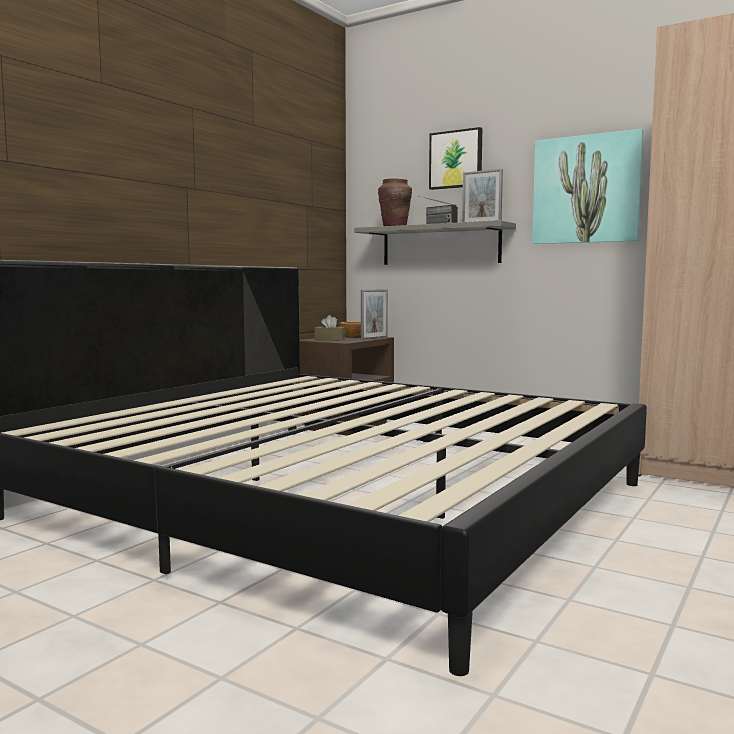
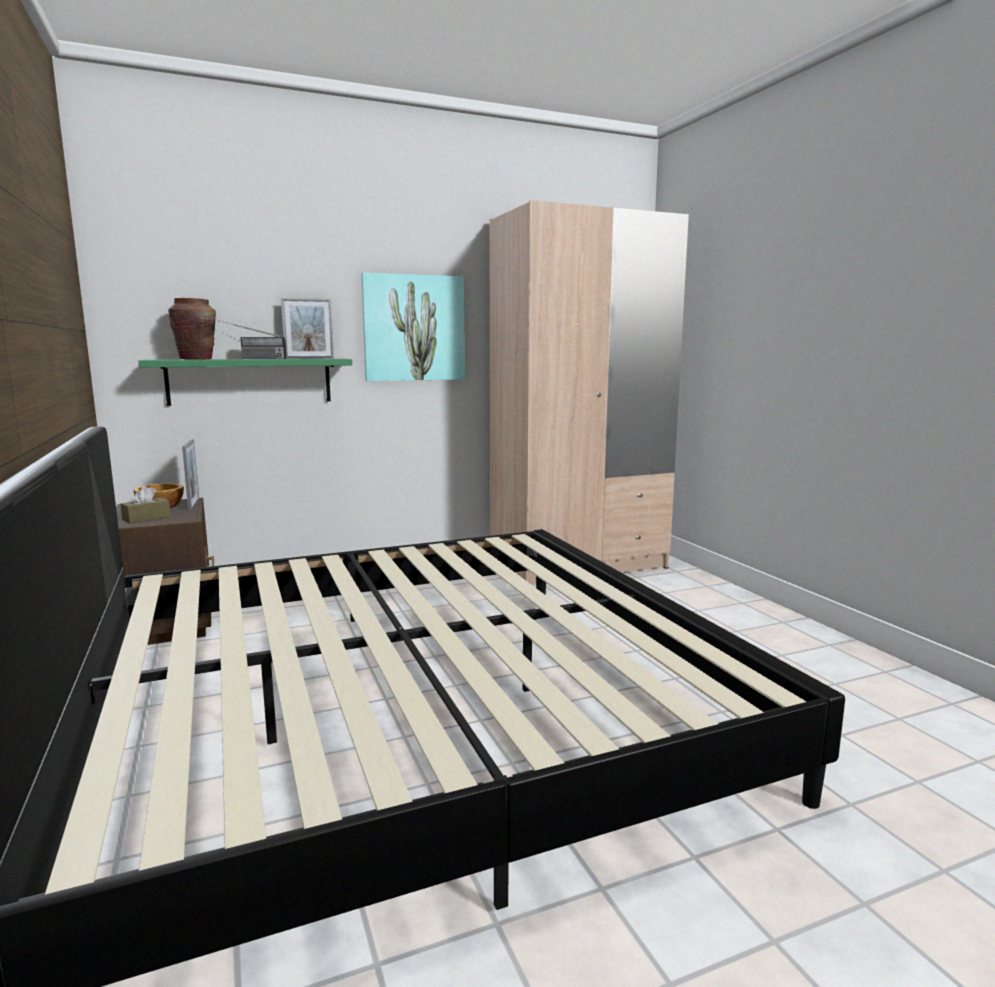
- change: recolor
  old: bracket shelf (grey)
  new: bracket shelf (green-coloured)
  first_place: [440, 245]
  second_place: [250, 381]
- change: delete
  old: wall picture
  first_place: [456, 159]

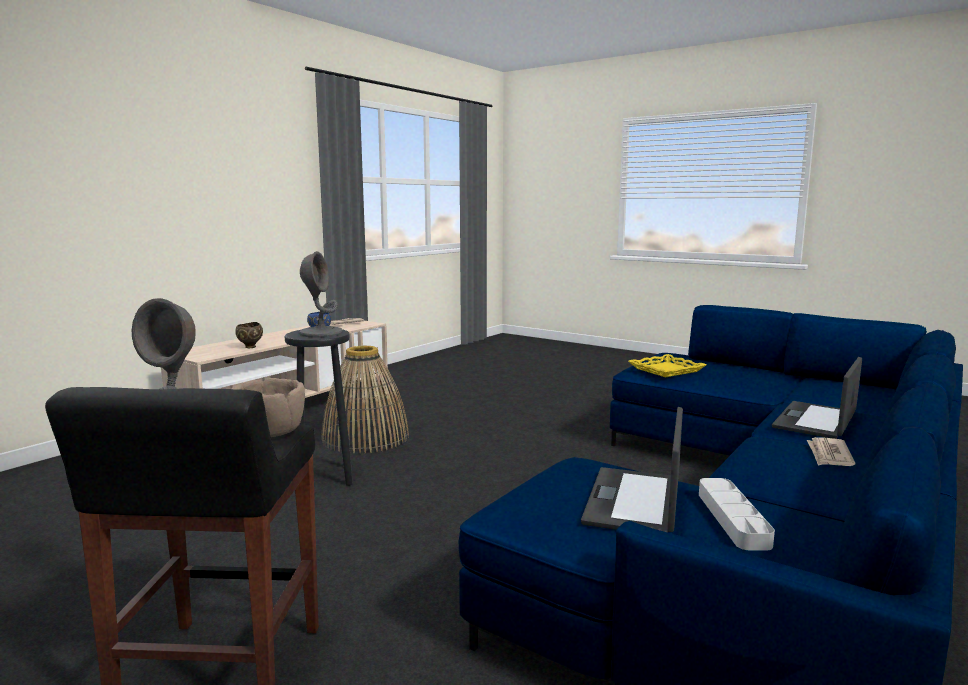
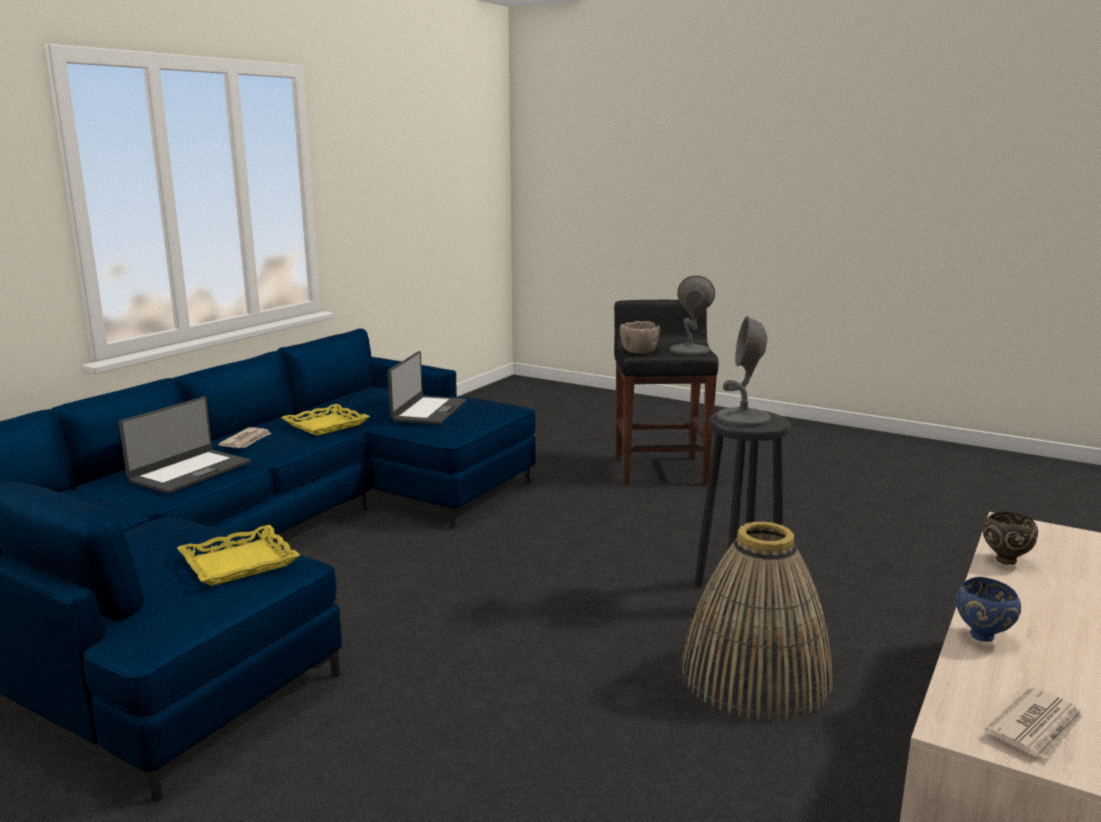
- change: delete
  old: tray (grey)
  first_place: [732, 518]
- change: insert
  new: tray (yellow)
  second_place: [326, 425]

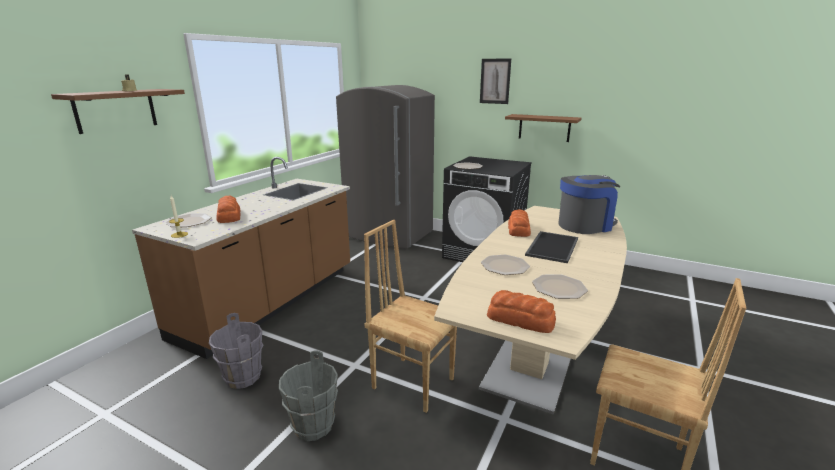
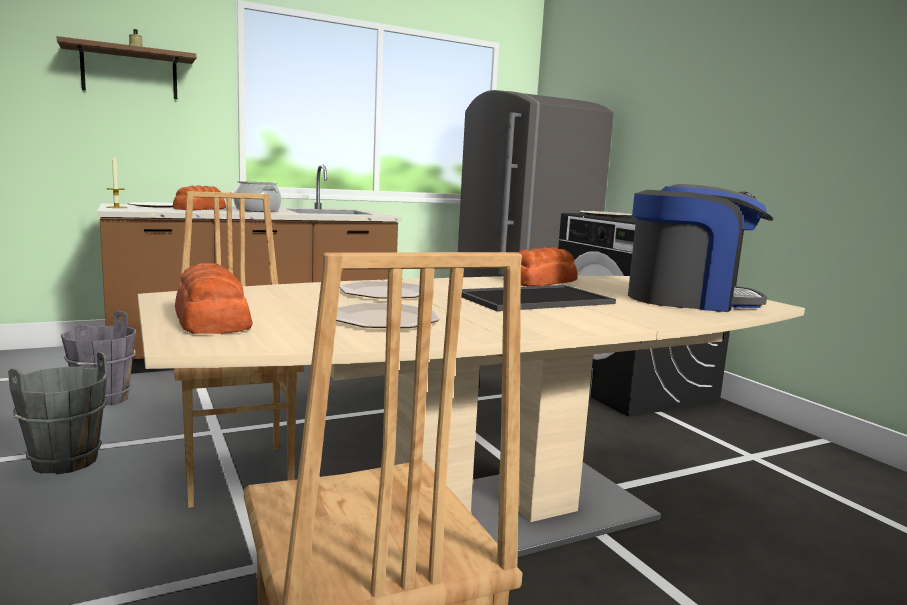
- change: delete
  old: wall picture
  first_place: [495, 81]
- change: delete
  old: bracket shelf (brown)
  first_place: [544, 128]
- change: insert
  new: saucepot
  second_place: [258, 210]

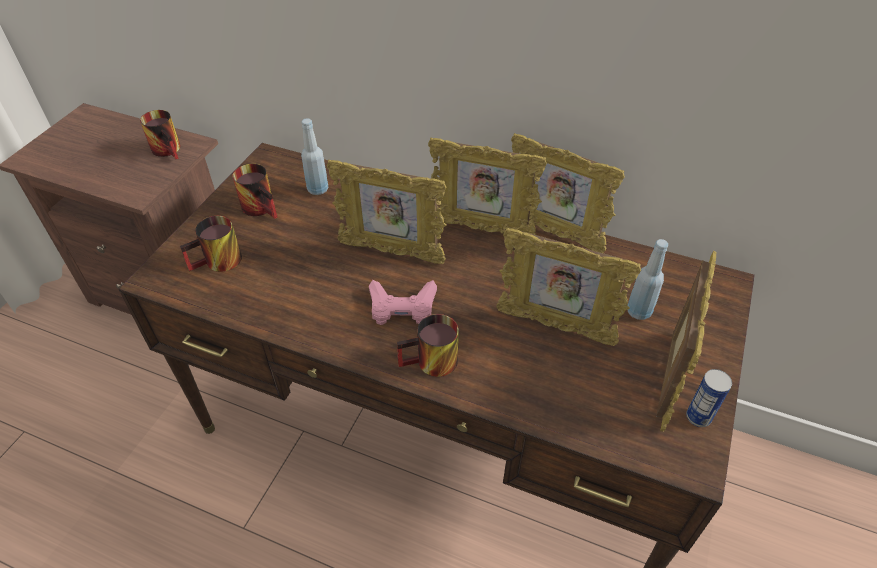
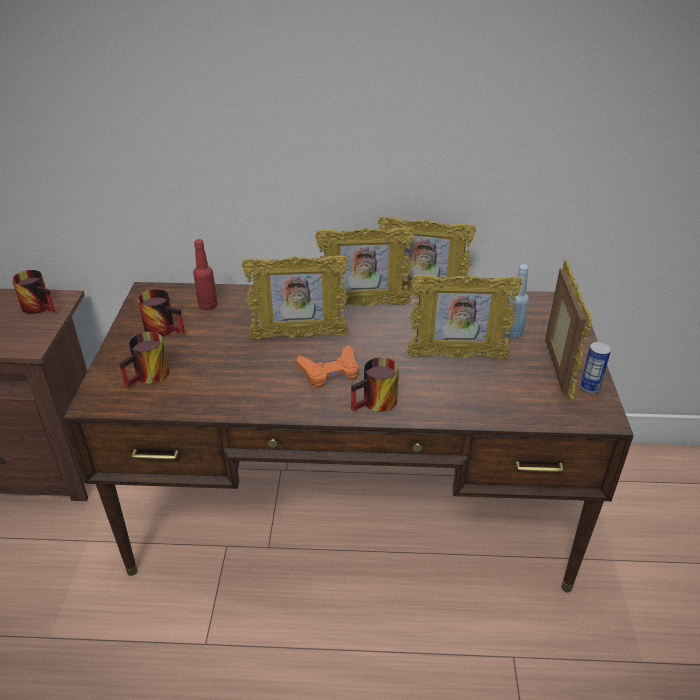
- change: recolor
  old: beverage bottle (blue)
  new: beverage bottle (red)
  first_place: [318, 189]
  second_place: [208, 306]
- change: recolor
  old: gamepad (pink-coloured)
  new: gamepad (orangey)
  first_place: [402, 307]
  second_place: [330, 372]

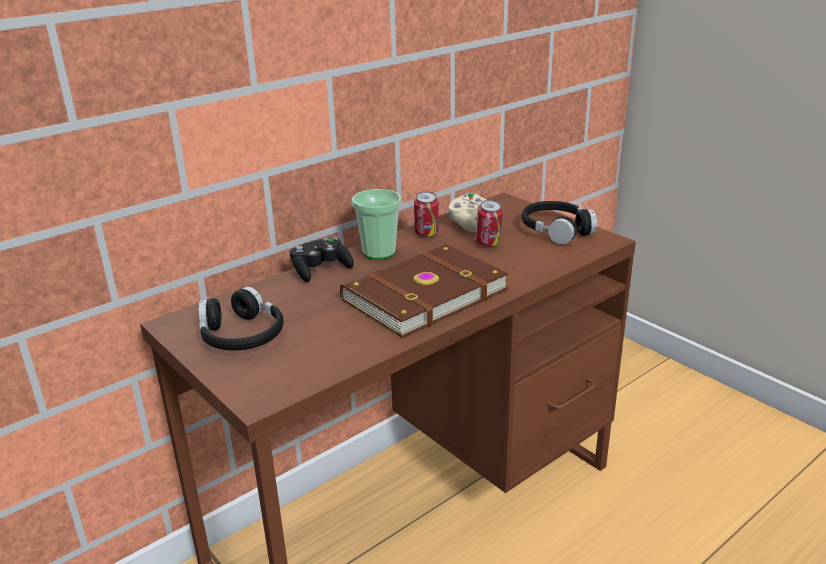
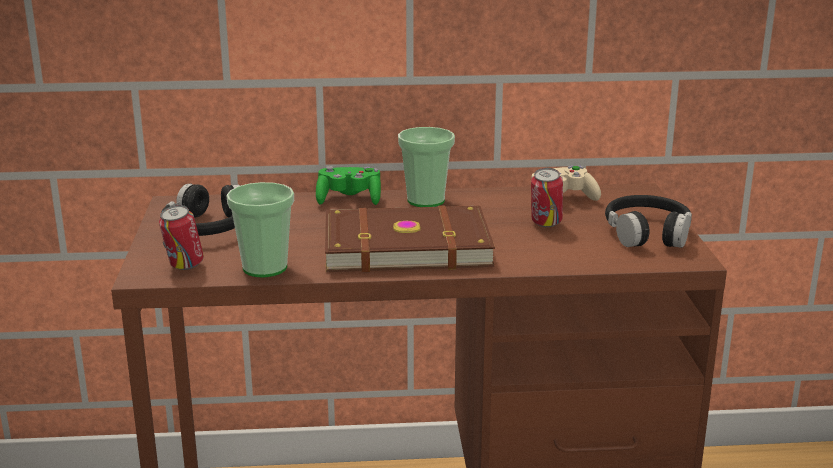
- change: recolor
  old: gamepad (blackish)
  new: gamepad (green-coloured)
  first_place: [321, 270]
  second_place: [349, 200]
- change: move
  old: metal can
  first_place: [426, 235]
  second_place: [184, 267]
- change: insert
  new: cup
  second_place: [265, 268]

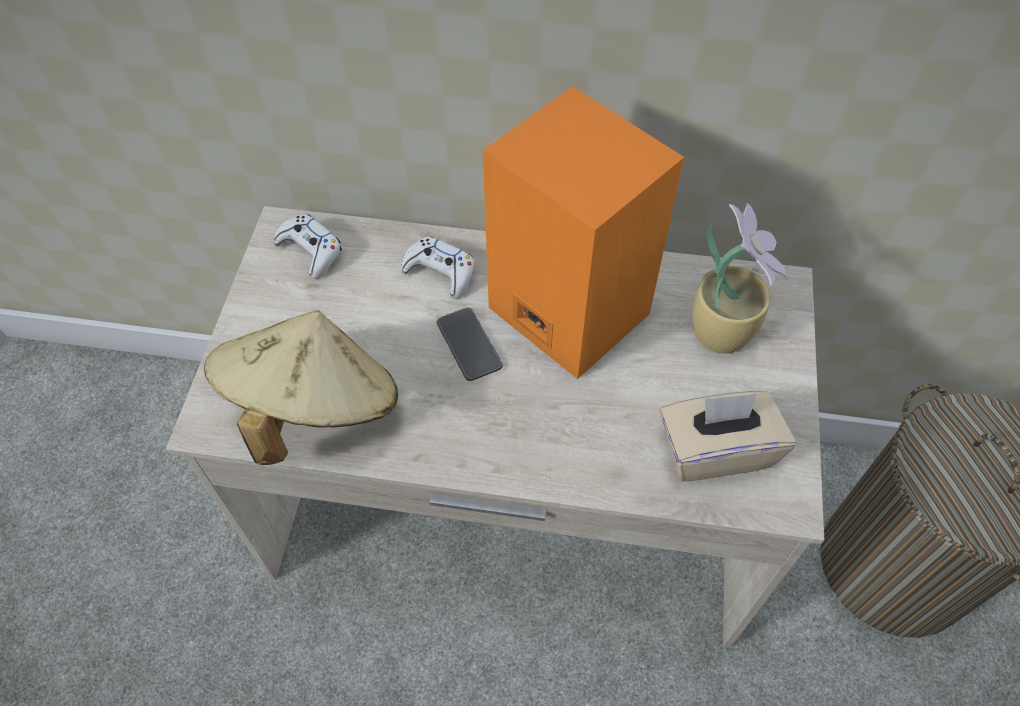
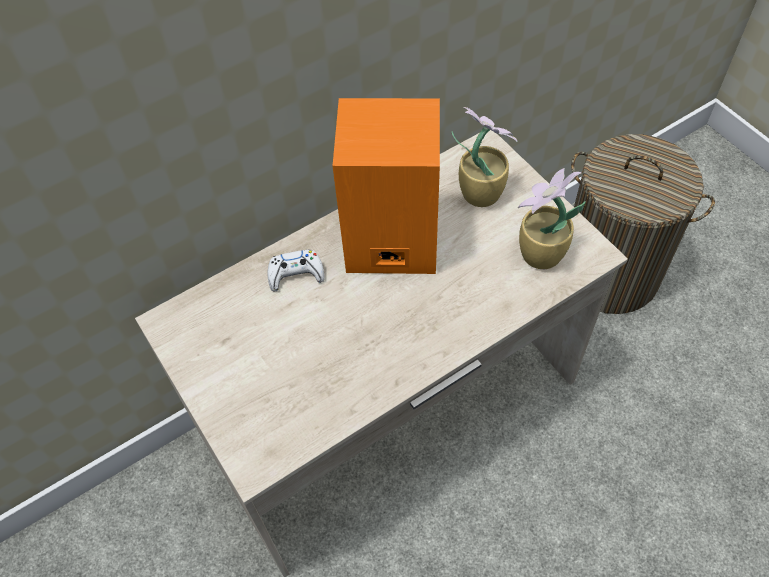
- change: delete
  old: clothing hat (sand-coloured)
  first_place: [314, 408]
- change: delete
  old: gamepad (white)
  first_place: [310, 251]
- change: delete
  old: phone
  first_place: [469, 344]
- change: replace
  old: tissue box (sand-coloured)
  new: potted plant
  first_place: [715, 450]
  second_place: [539, 255]

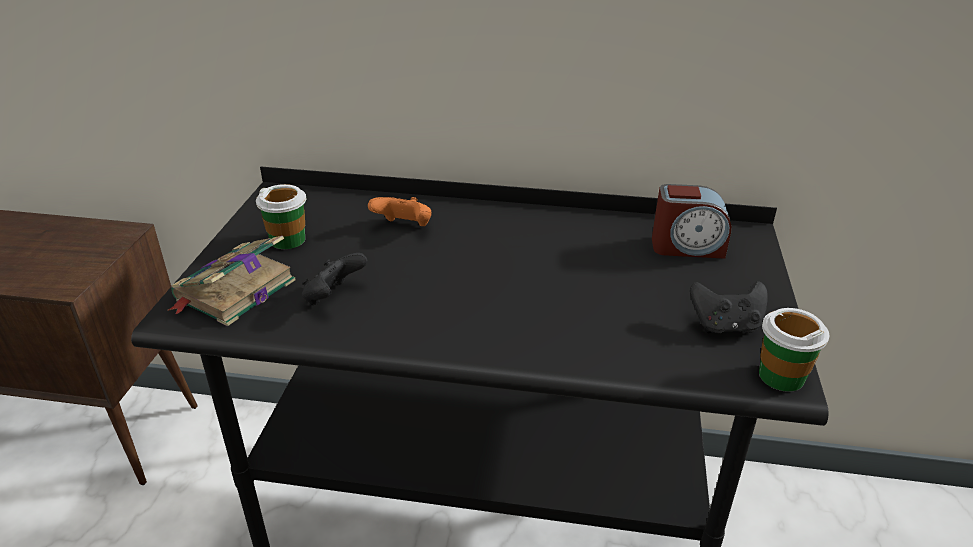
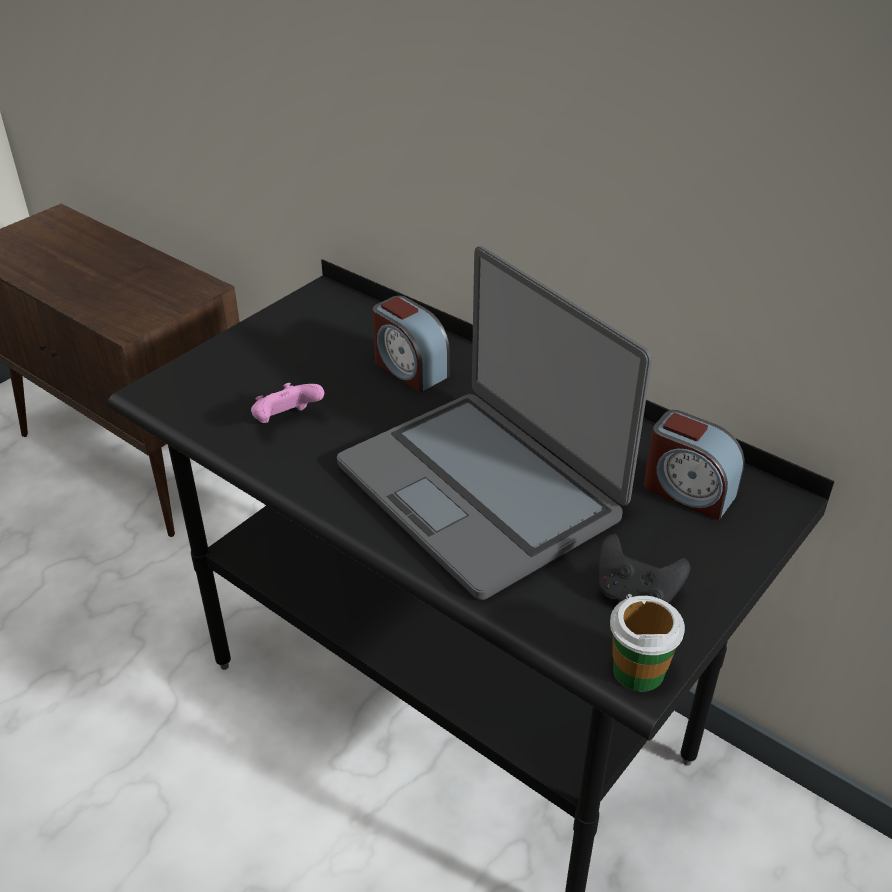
- change: delete
  old: book
  first_place: [233, 291]
- change: delete
  old: cup
  first_place: [288, 240]
- change: recolor
  old: gamepad (blackish)
  new: gamepad (pink-coloured)
  first_place: [333, 297]
  second_place: [286, 421]
- change: replace
  old: gamepad (orangey)
  new: bedside clock
  first_place: [404, 228]
  second_place: [409, 369]
- change: insert
  new: notebook computer
  second_place: [481, 490]

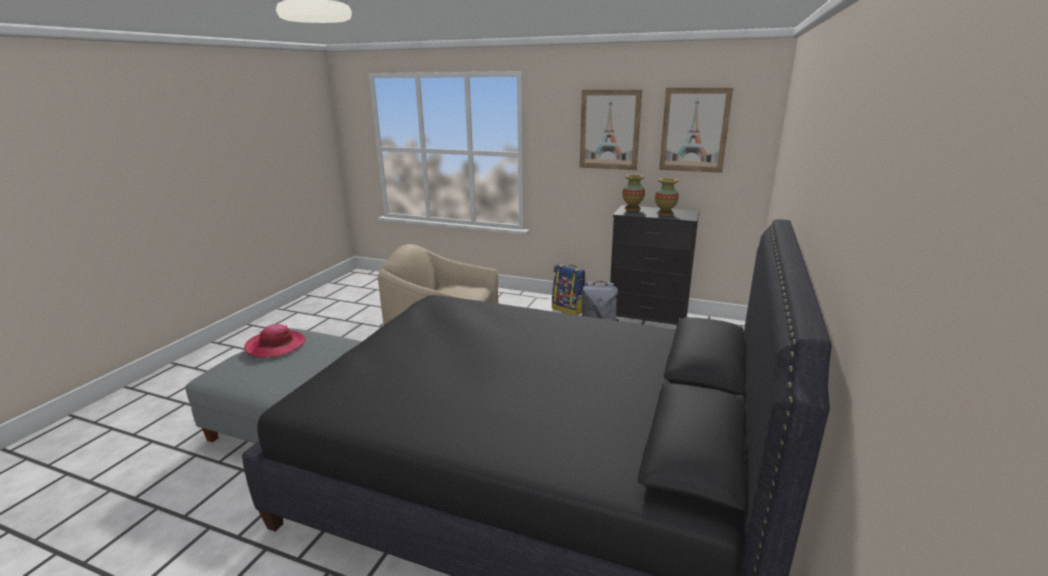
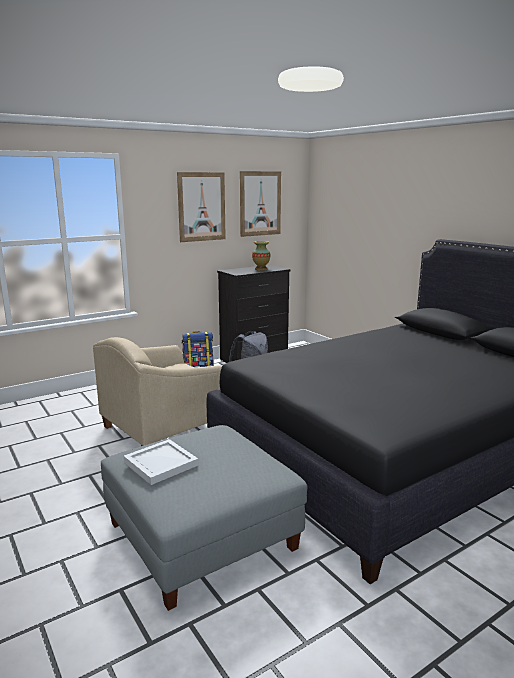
- change: replace
  old: clothing hat
  new: tray (white)
  first_place: [276, 346]
  second_place: [162, 464]
- change: delete
  old: flower vase
  first_place: [632, 209]

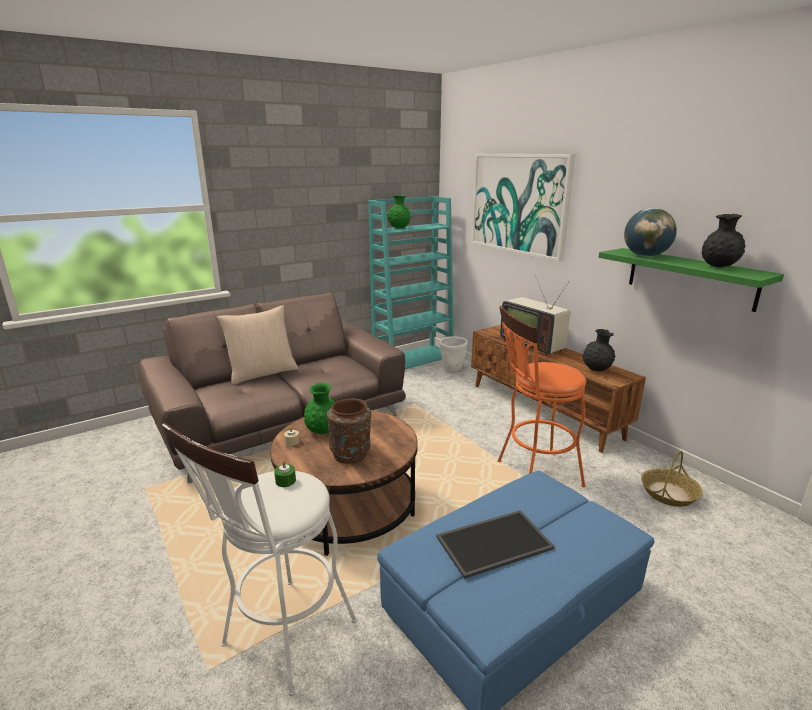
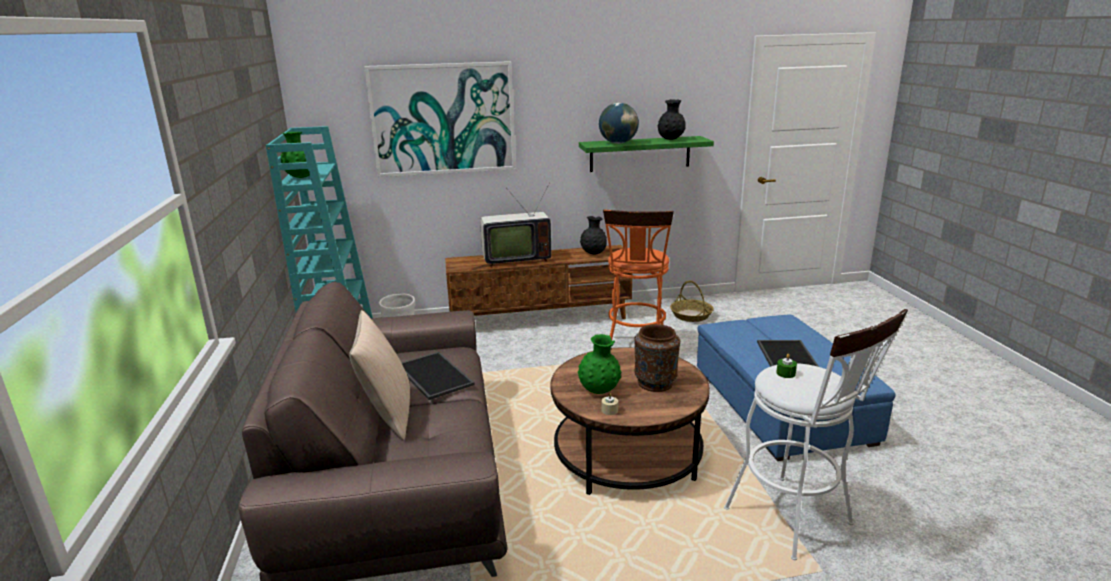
- change: insert
  new: tray
  second_place: [432, 375]

